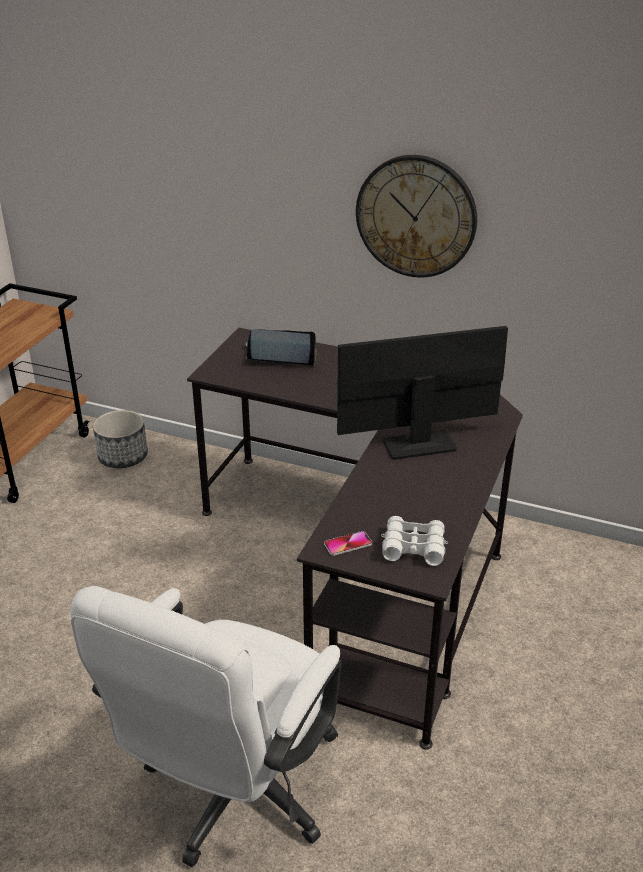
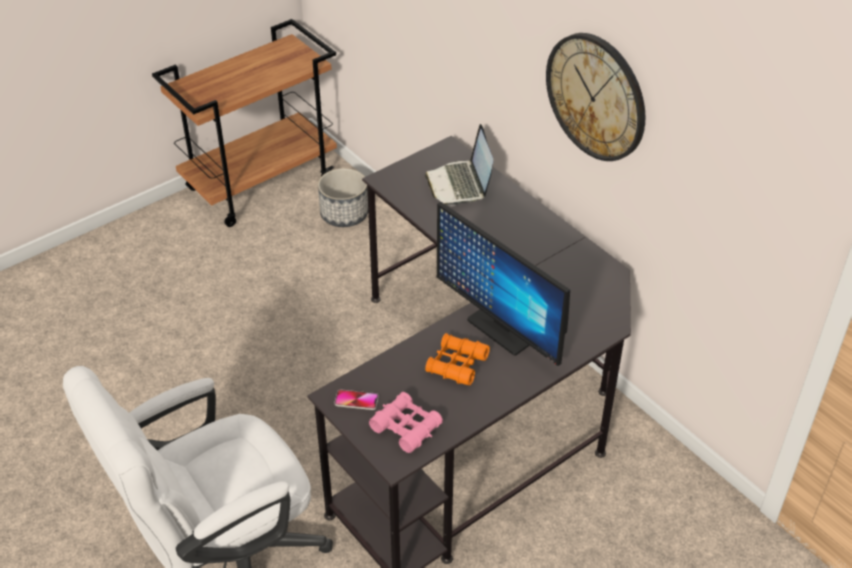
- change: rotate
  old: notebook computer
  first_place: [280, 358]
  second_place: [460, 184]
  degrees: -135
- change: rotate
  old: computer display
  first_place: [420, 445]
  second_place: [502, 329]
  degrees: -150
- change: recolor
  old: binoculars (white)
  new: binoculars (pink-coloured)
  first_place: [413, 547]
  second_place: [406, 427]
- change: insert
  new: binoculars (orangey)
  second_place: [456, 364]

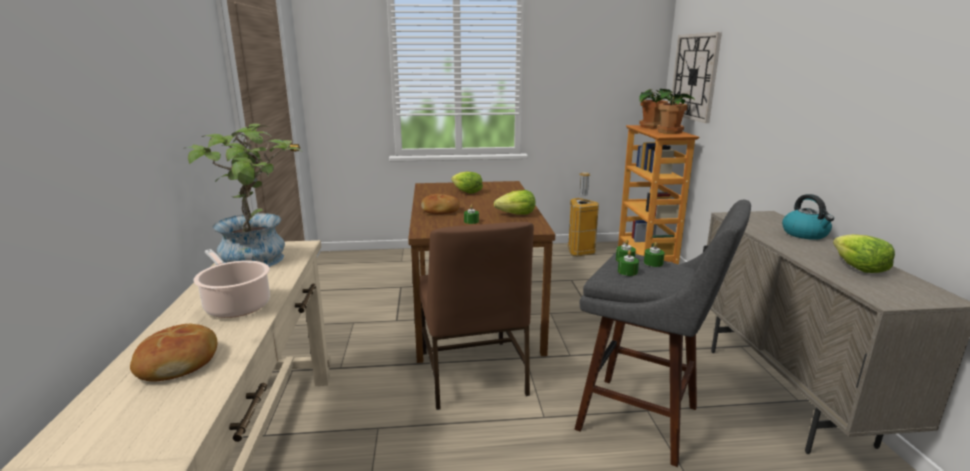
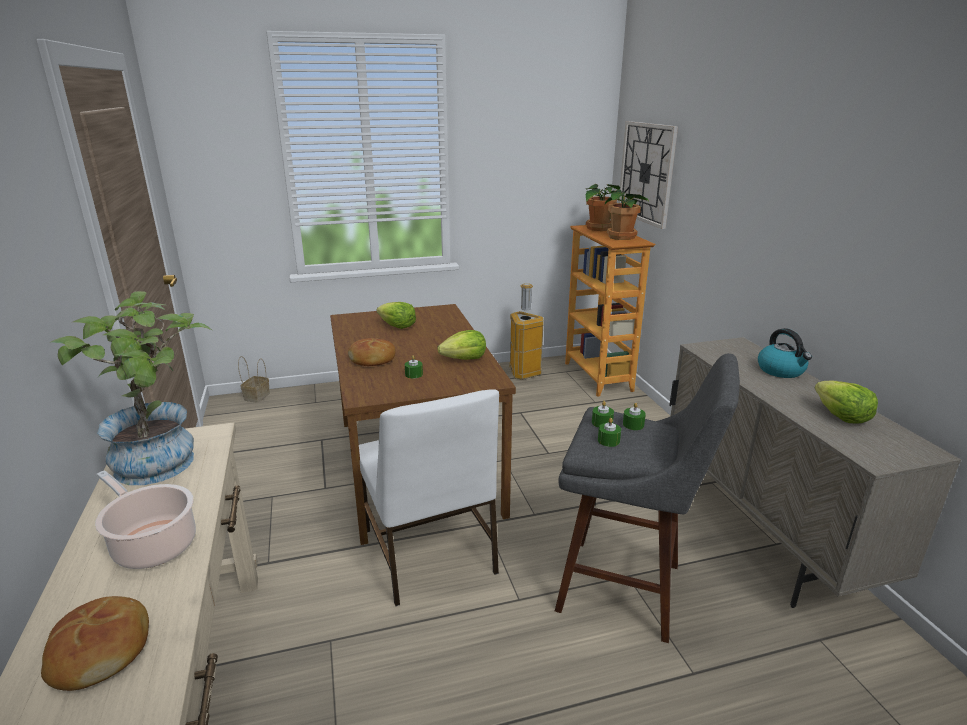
- change: recolor
  old: plain chair (brown)
  new: plain chair (white)
  first_place: [472, 374]
  second_place: [428, 553]
- change: insert
  new: household basket
  second_place: [257, 396]

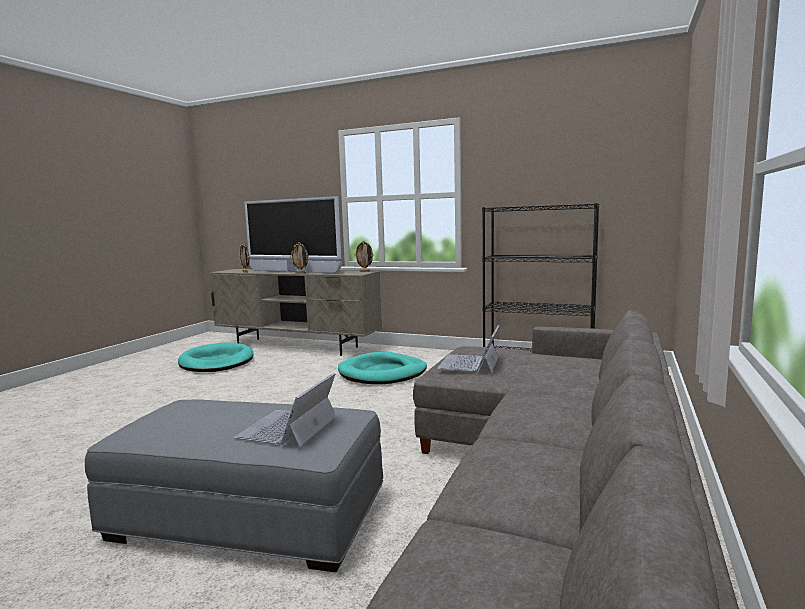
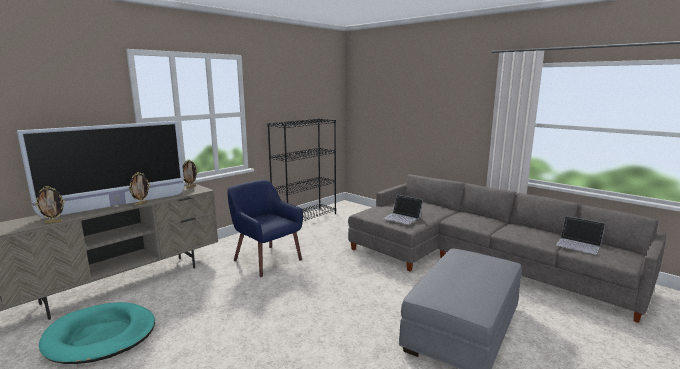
- change: move
  old: notebook computer
  first_place: [288, 427]
  second_place: [579, 244]
- change: replace
  old: dog cushion (turquoise)
  new: lounge chair (blue)
  first_place: [383, 373]
  second_place: [266, 260]

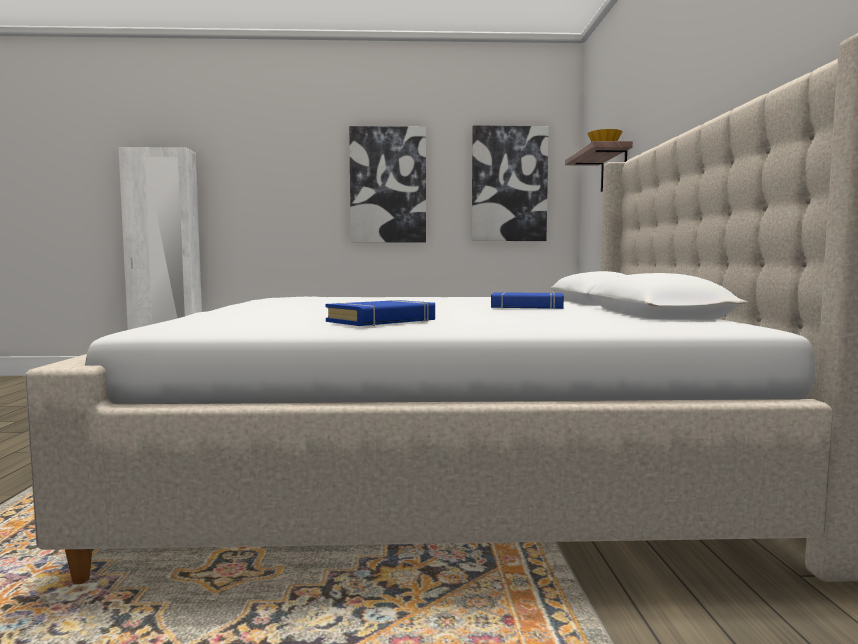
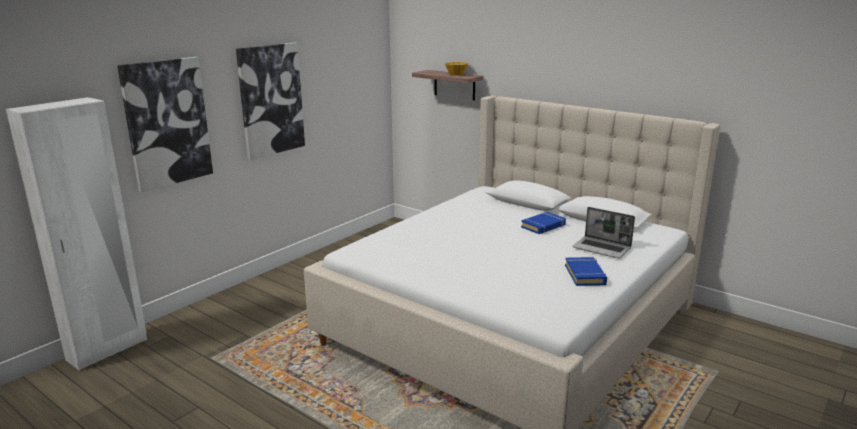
- change: move
  old: wall picture
  first_place: [509, 184]
  second_place: [167, 123]
- change: insert
  new: notebook computer
  second_place: [602, 248]

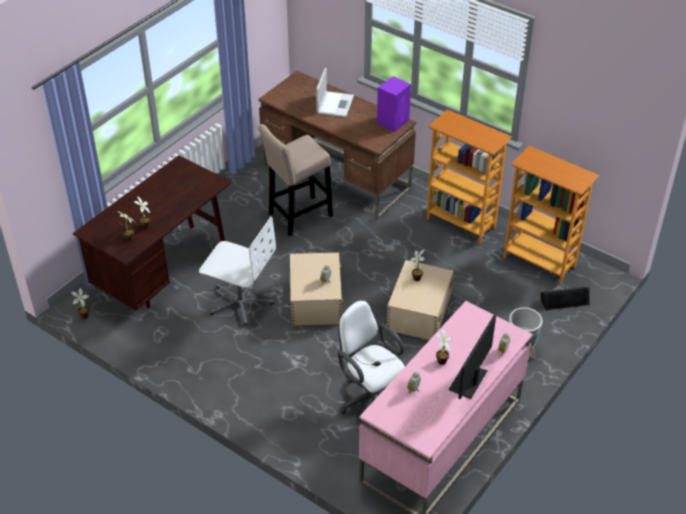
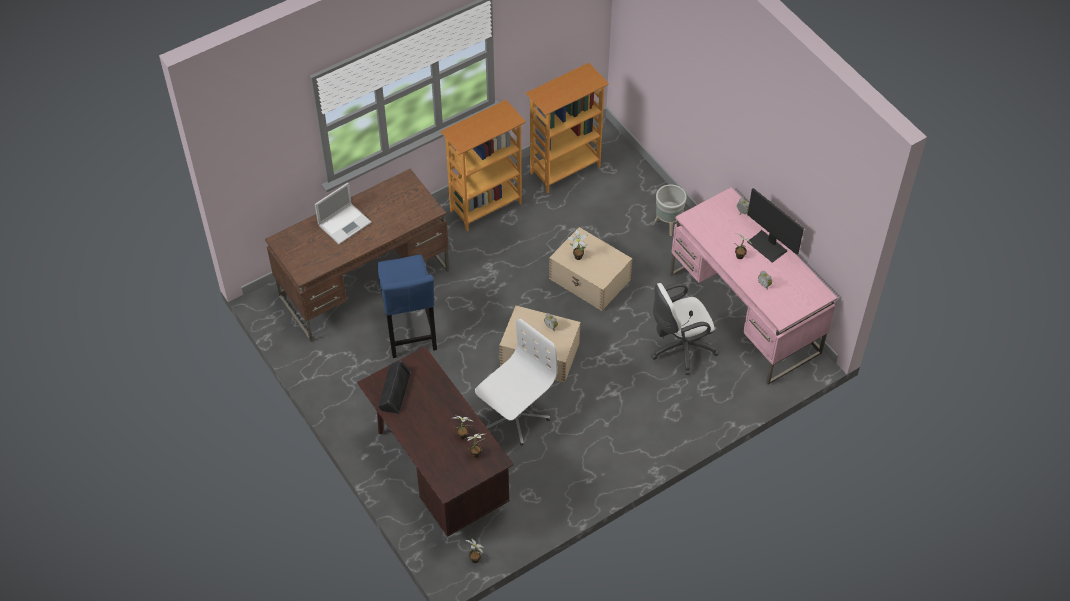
- change: recolor
  old: stool seat (sand-coloured)
  new: stool seat (blue)
  first_place: [297, 216]
  second_place: [410, 334]
- change: rotate
  old: notebook computer
  first_place: [335, 104]
  second_place: [345, 223]
  degrees: 105
- change: delete
  old: speaker (purple)
  first_place: [393, 121]
- change: move
  old: speaker (blackish)
  first_place: [564, 300]
  second_place: [394, 390]

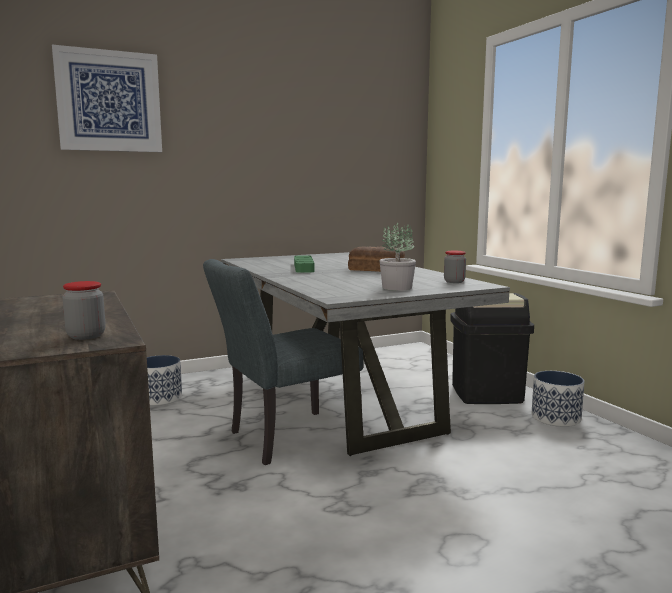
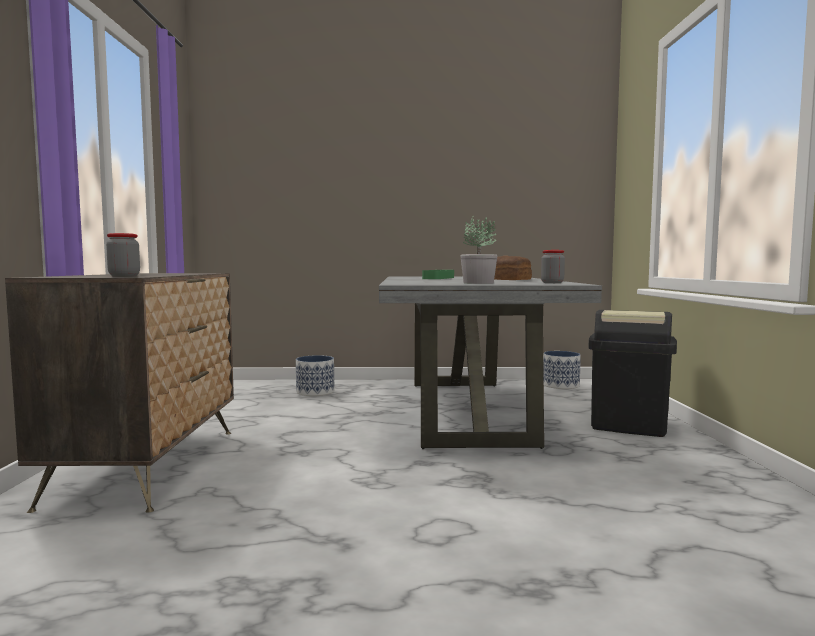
- change: delete
  old: wall picture
  first_place: [109, 101]
- change: delete
  old: plain chair (grey)
  first_place: [283, 439]
- change: move
  old: plant pot
  first_place: [556, 418]
  second_place: [561, 385]

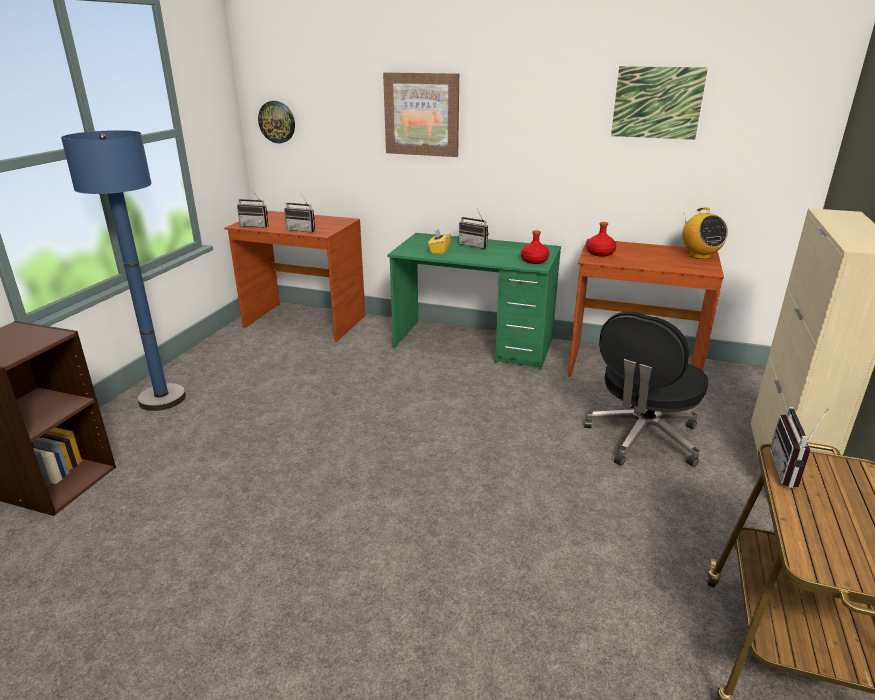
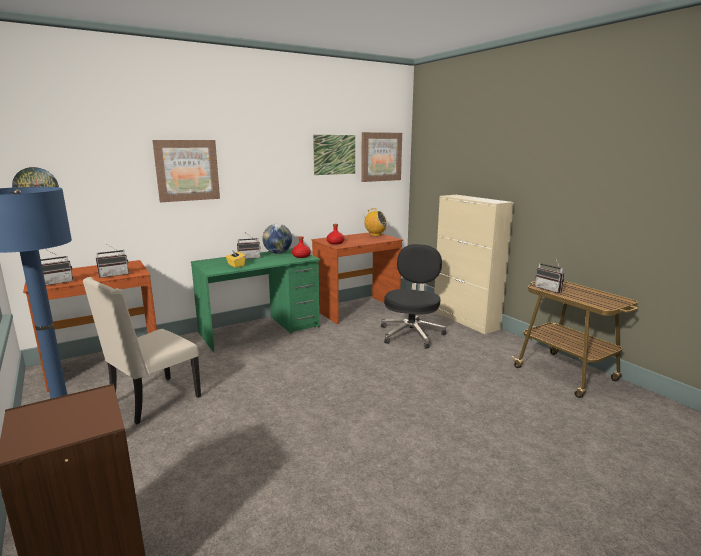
- change: rotate
  old: office chair (blackish)
  first_place: [642, 438]
  second_place: [411, 334]
  degrees: -150
- change: insert
  new: plain chair (sand-coloured)
  second_place: [153, 401]
- change: insert
  new: desk globe
  second_place: [278, 253]
- change: insert
  new: wall picture
  second_place: [381, 157]

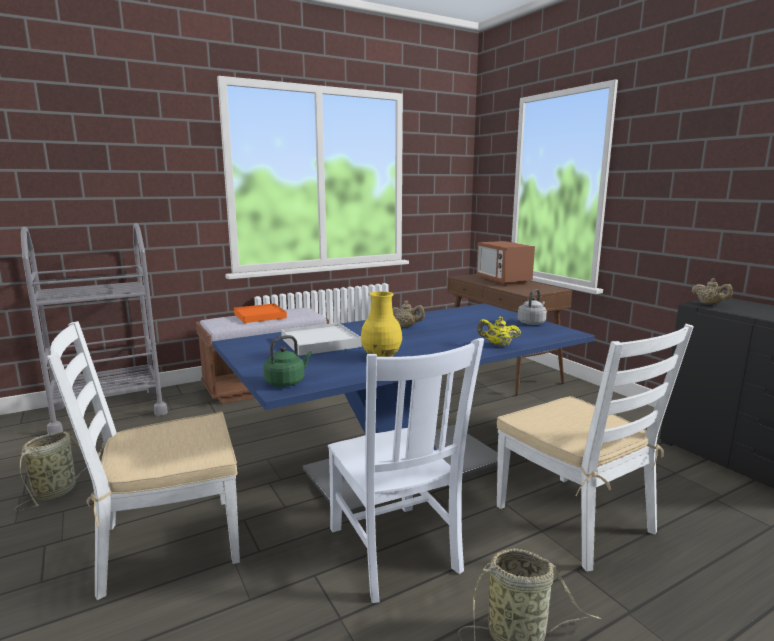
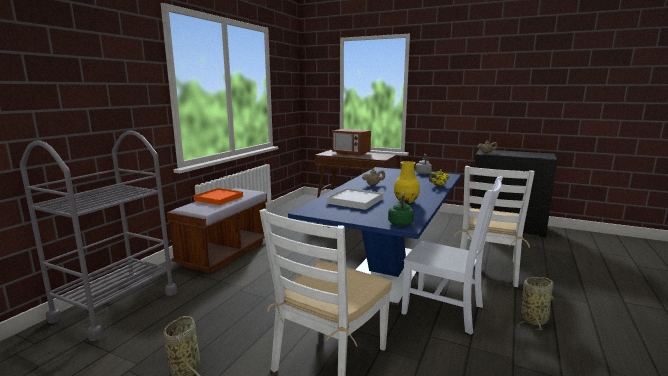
- change: rotate
  old: plain chair (white)
  first_place: [575, 519]
  second_place: [487, 269]
  degrees: 90

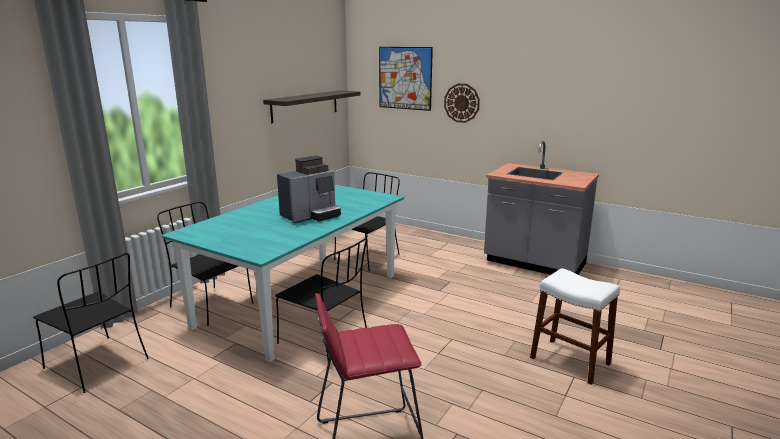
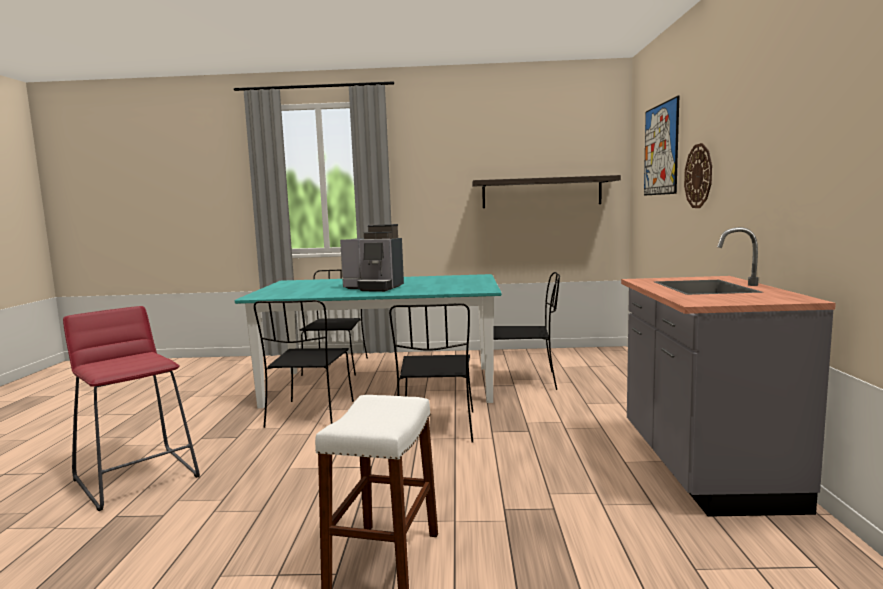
- change: move
  old: plain chair (blackish)
  first_place: [98, 364]
  second_place: [436, 428]

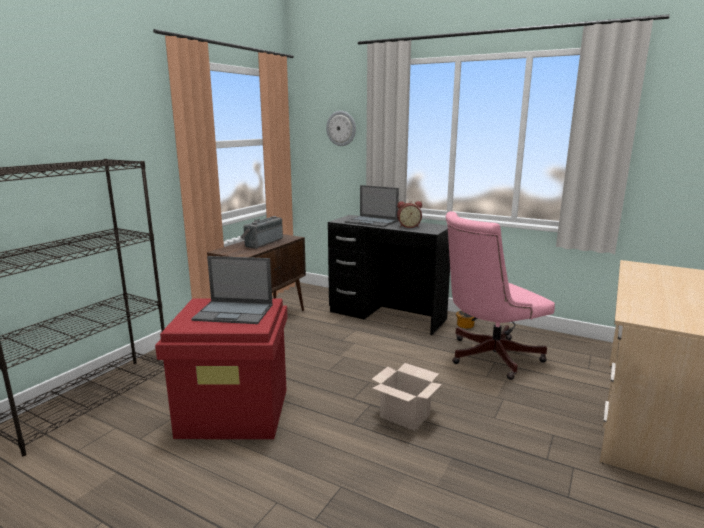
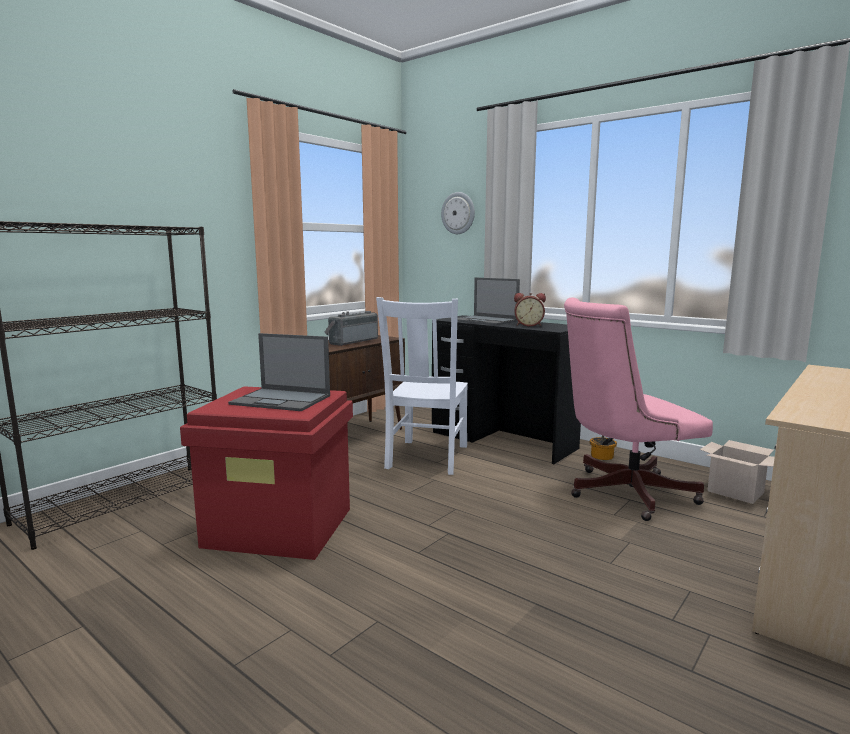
- change: move
  old: carton
  first_place: [406, 416]
  second_place: [737, 492]
- change: insert
  new: plain chair (white)
  second_place: [426, 458]

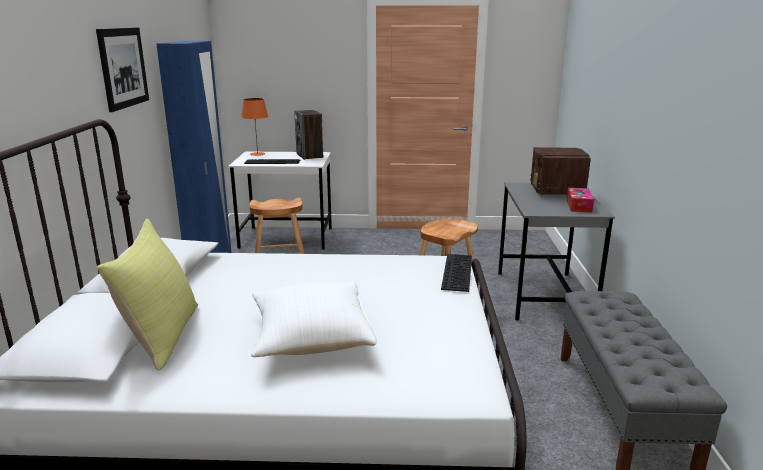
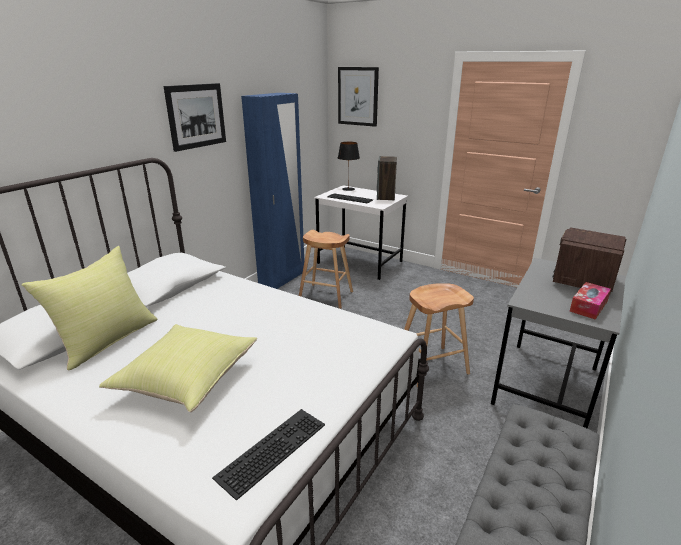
- change: recolor
  old: table lamp (orangey)
  new: table lamp (blackish)
  first_place: [257, 154]
  second_place: [348, 189]
- change: recolor
  old: pillow (white)
  new: pillow (yellow)
  first_place: [310, 339]
  second_place: [187, 380]
- change: move
  old: keyboard
  first_place: [455, 271]
  second_place: [272, 448]
- change: insert
  new: wall picture
  second_place: [358, 96]

